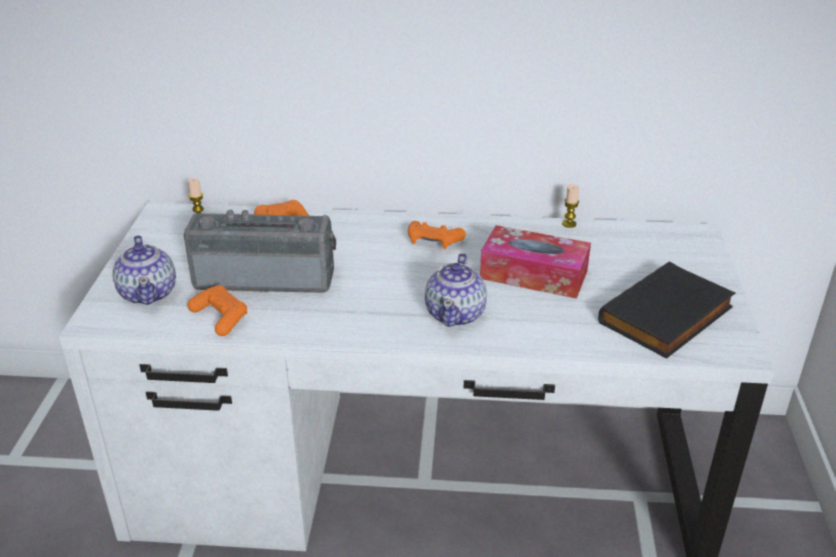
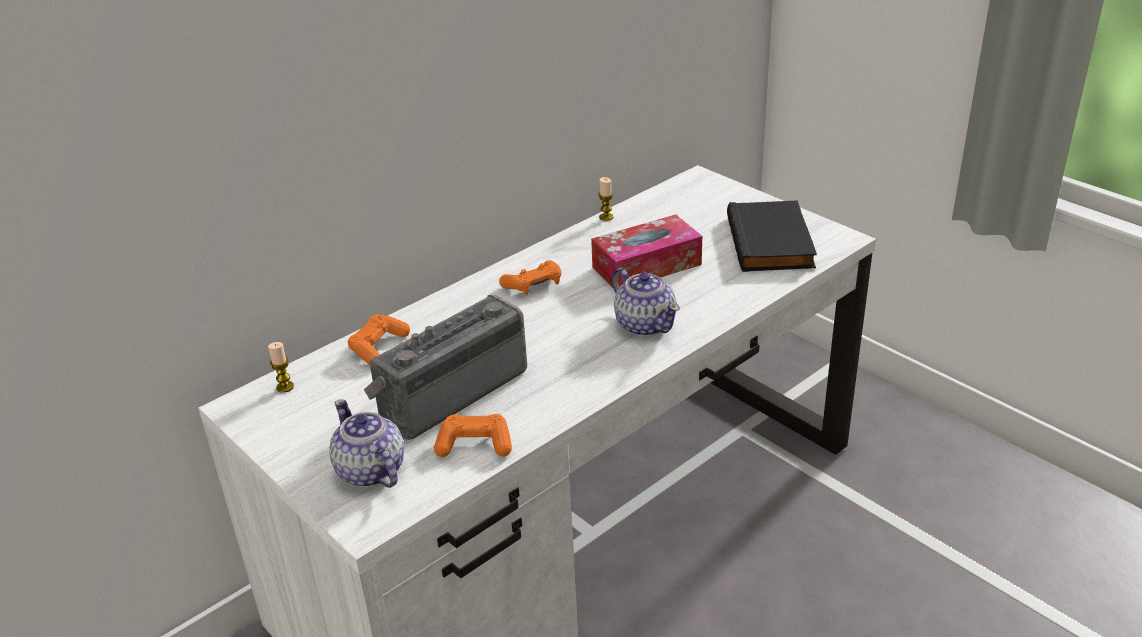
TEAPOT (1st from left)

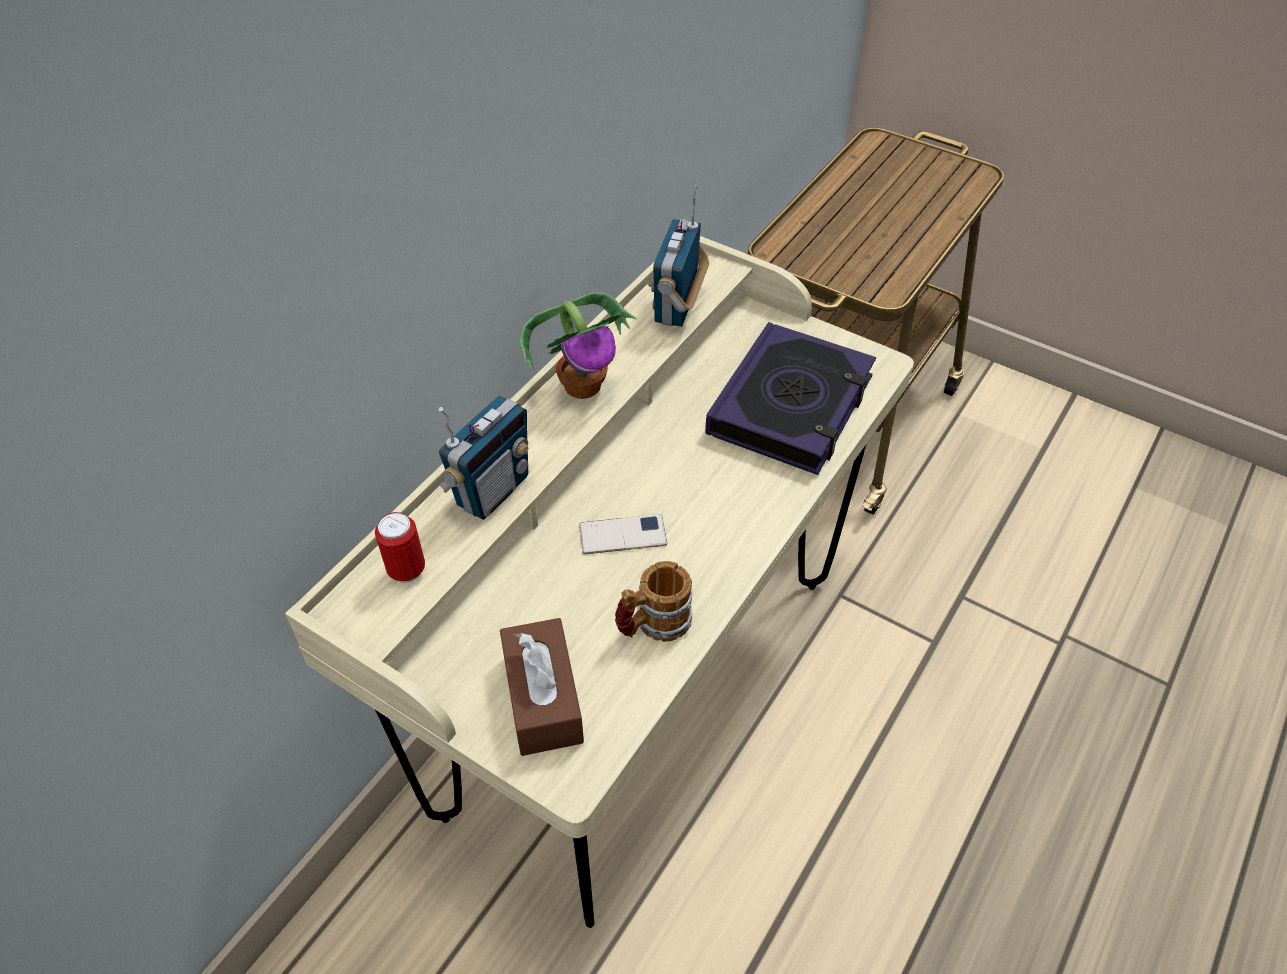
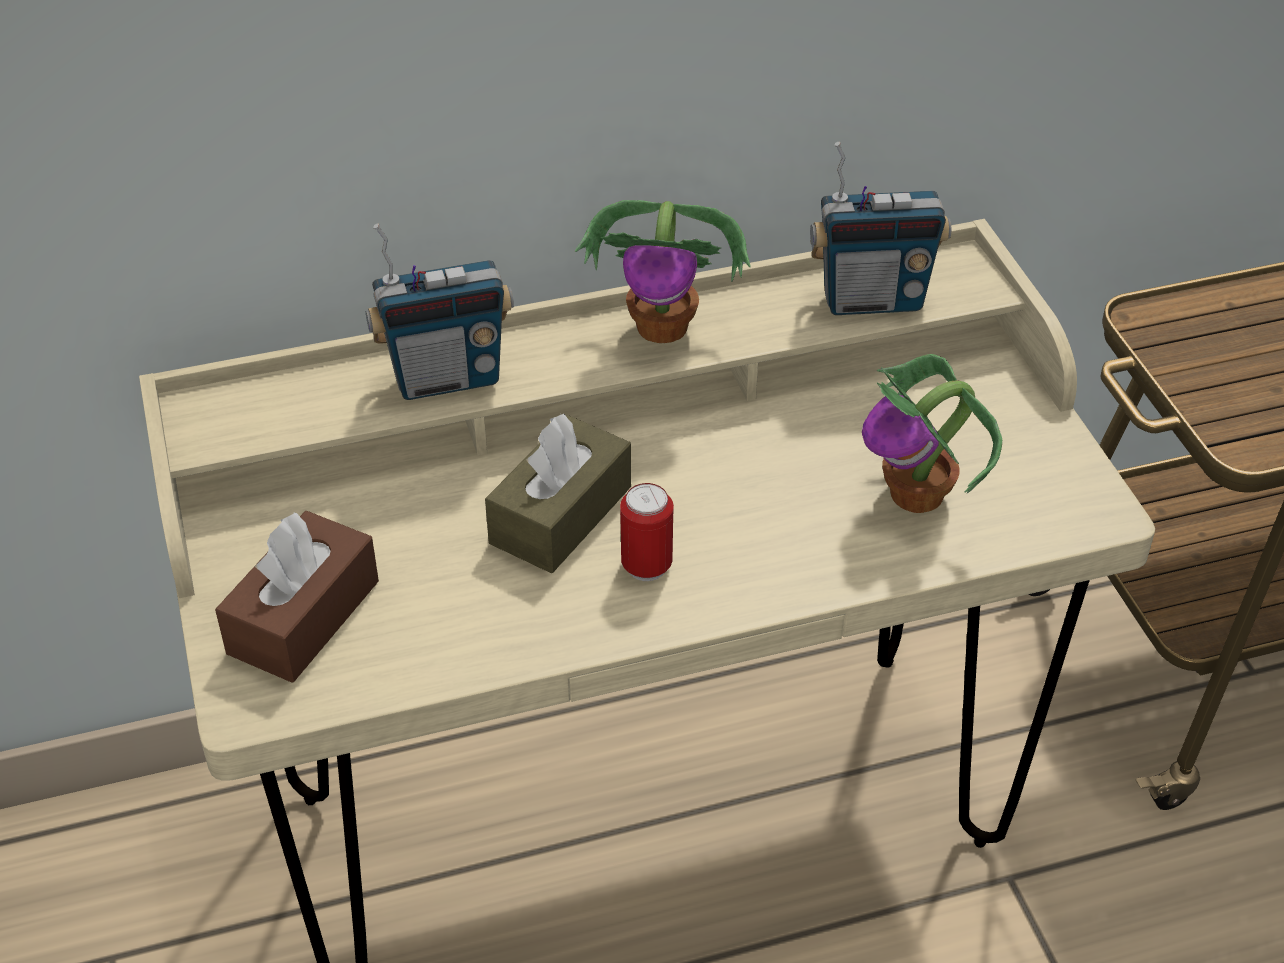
CAN; BROWN TISSUE BOX (2nd from left); MUG; RADIO (2nd from left); POTTED PLANT (2nd from left)

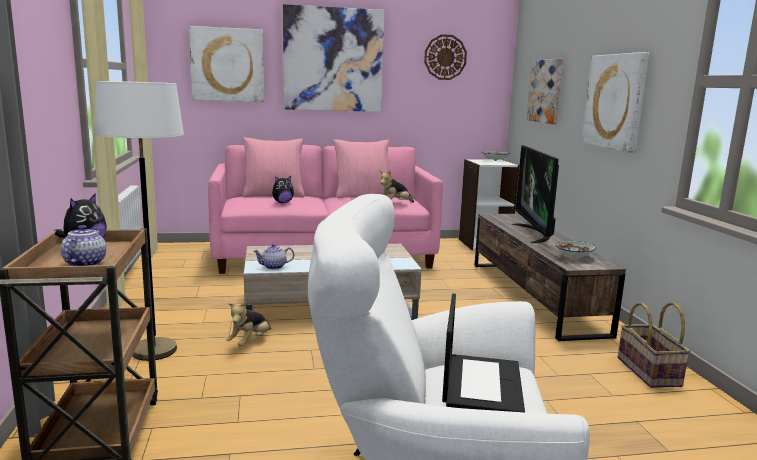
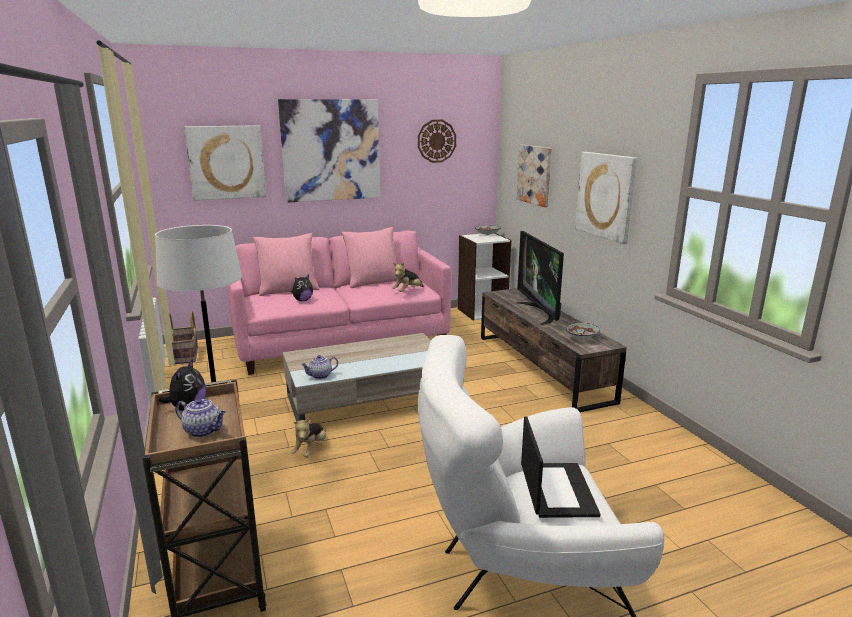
TEAPOT (1st from left); BASKET

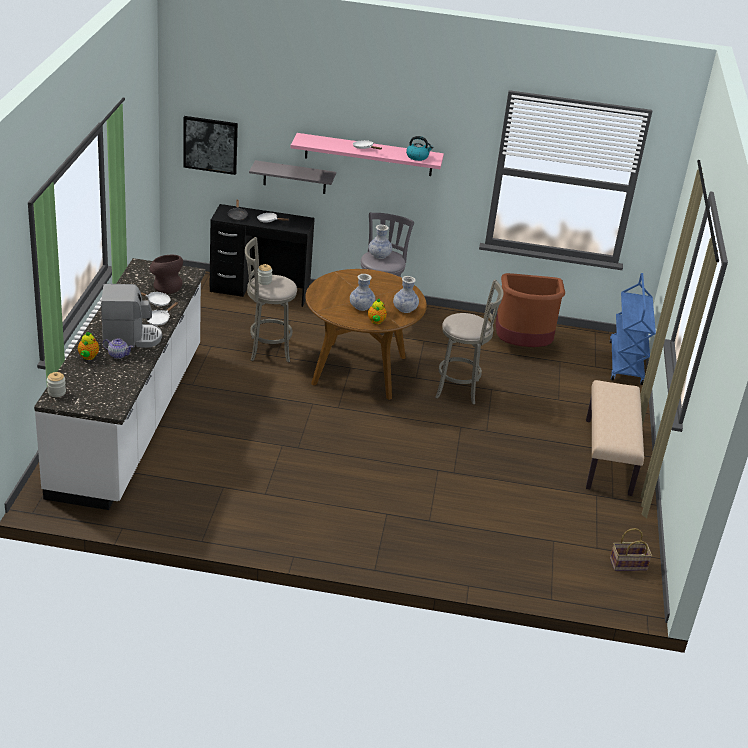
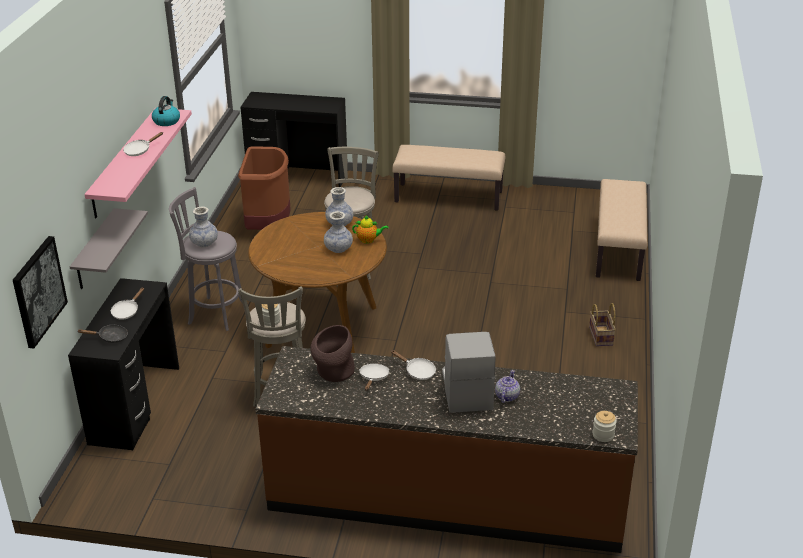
BROWN COUNTER; TEAPOT (1st from left in the first image); BLACK DESK (2nd from left); BASKET; BEIGE BENCH (2nd from left)

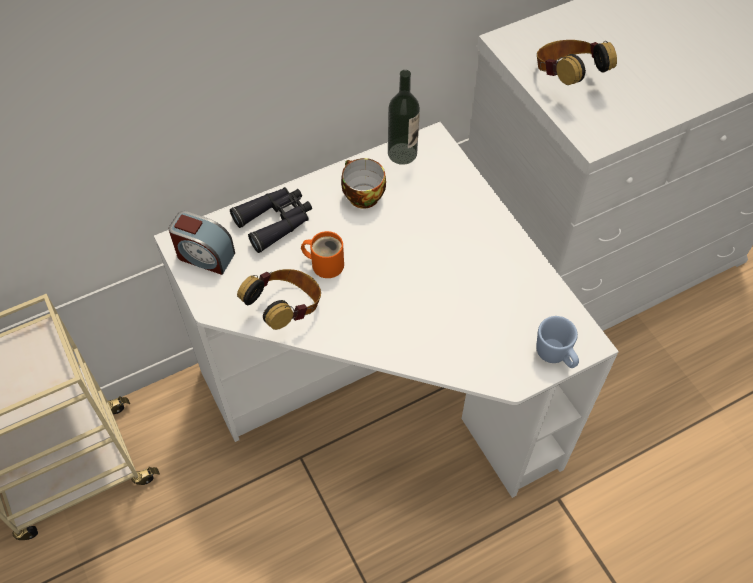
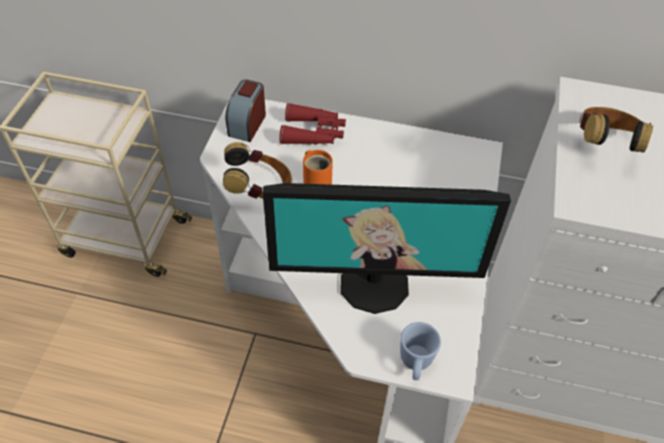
ALARM CLOCK; RED BINOCULARS; CUP; BOTTLE; MONITOR

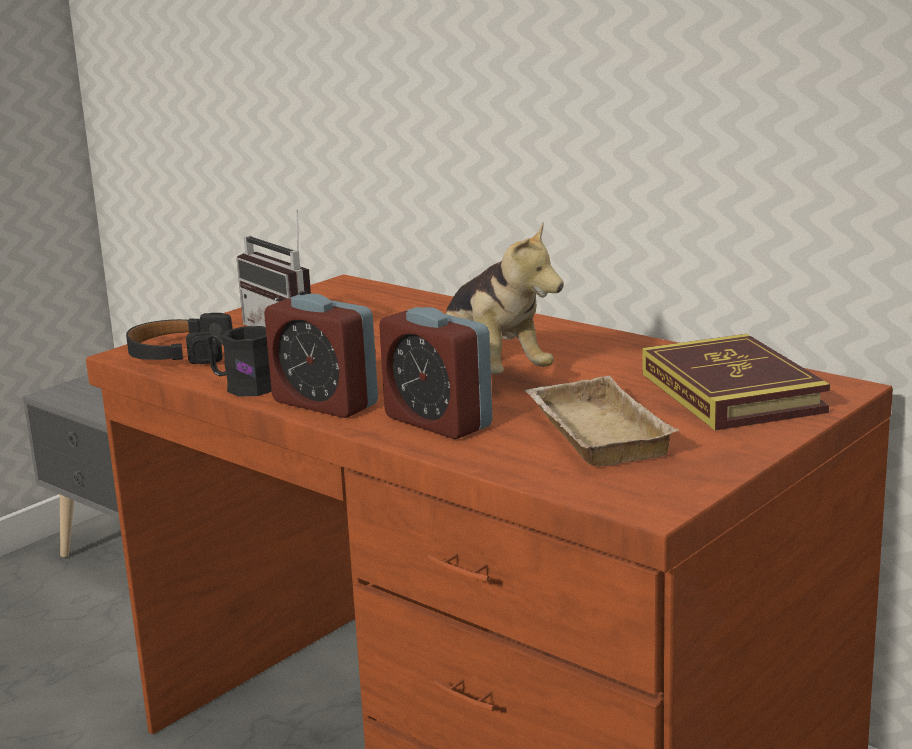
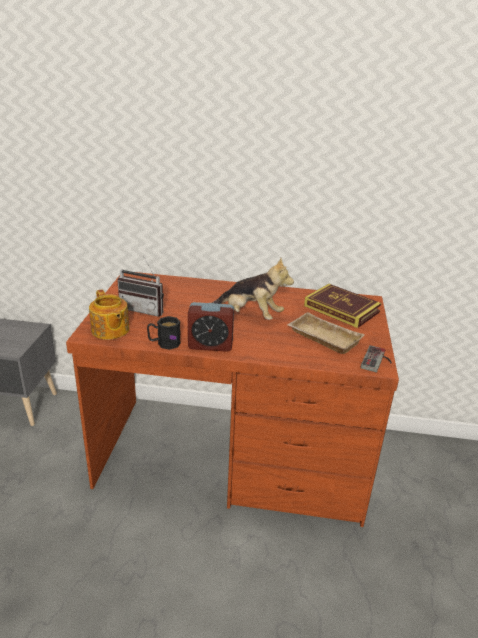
TEAPOT; ALARM CLOCK (2nd from left in the first image); GAME CONTROLLER

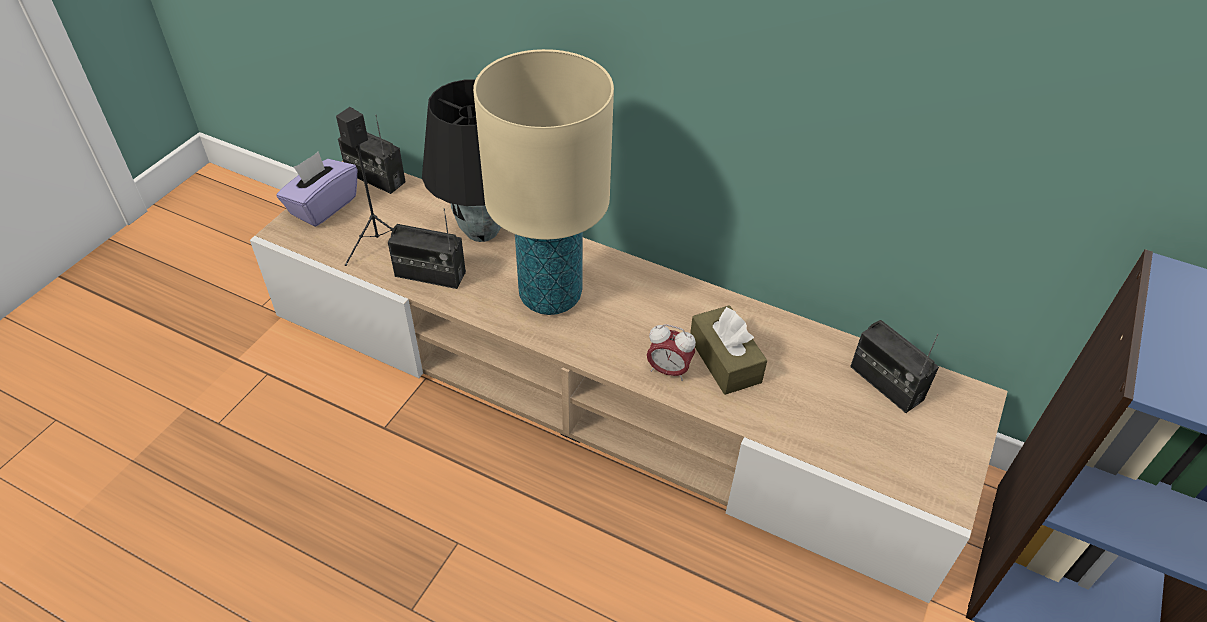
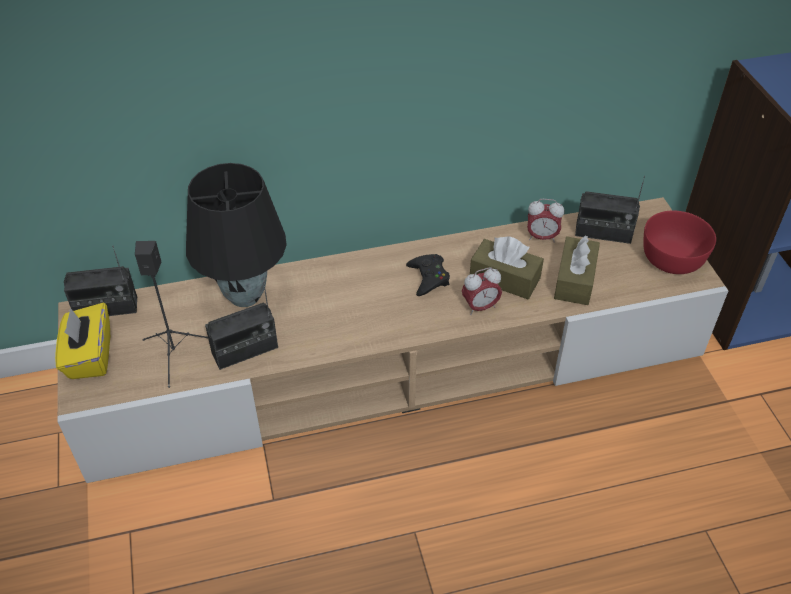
YELLOW TISSUE BOX; BEIGE TABLE LAMP; BLACK GAME CONTROLLER; ALARM CLOCK (2nd from left); BROWN TISSUE BOX (2nd from left); RED BOWL

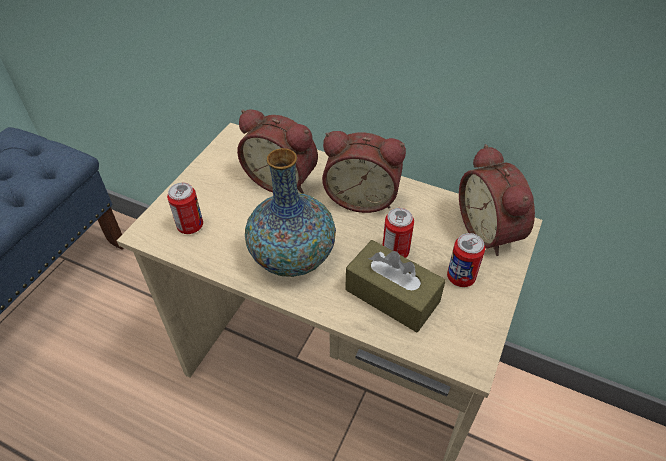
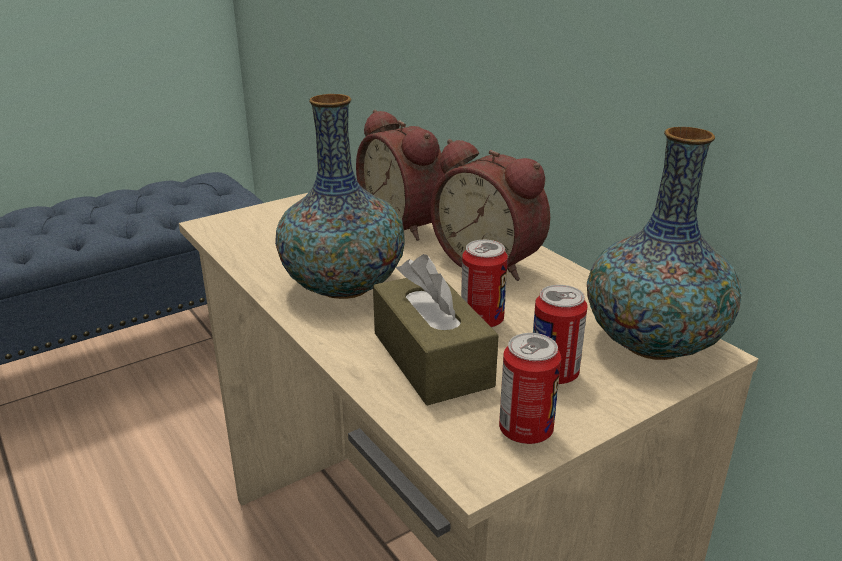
CAN (2nd from left); VASE (2nd from left)

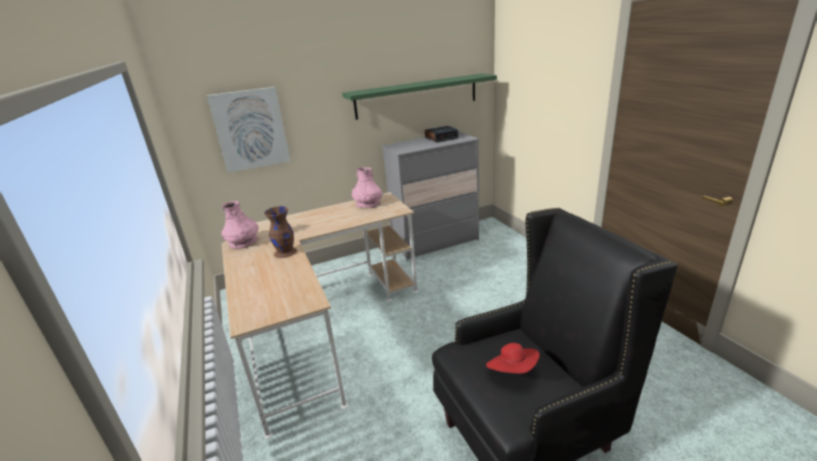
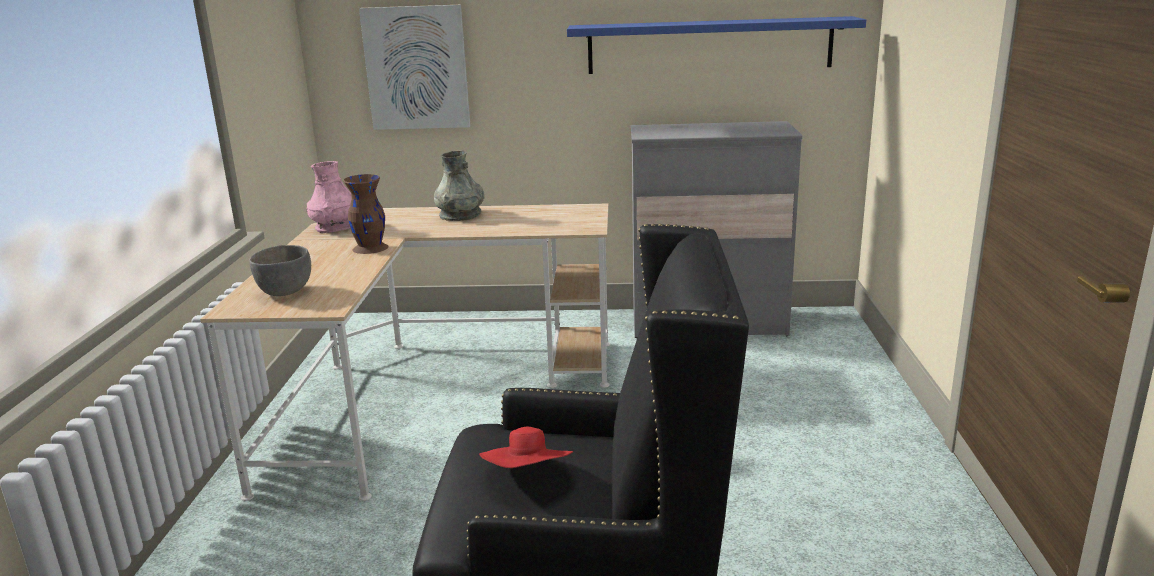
BLUE SHELF; PINK VASE (2nd from left in the first image); ALARM CLOCK; GREY BOWL; GREY VASE

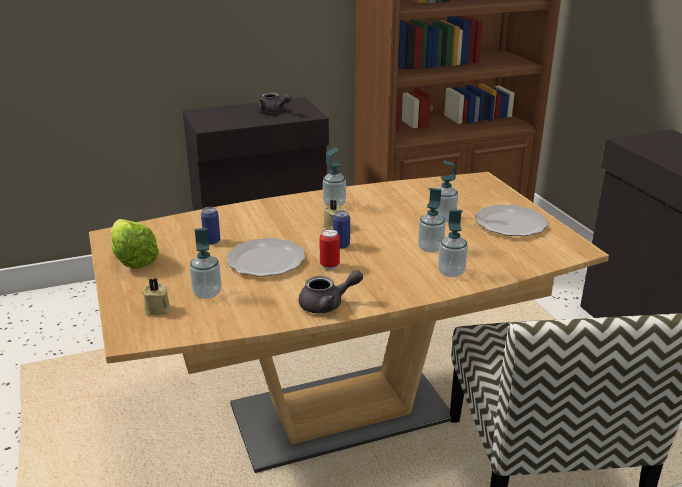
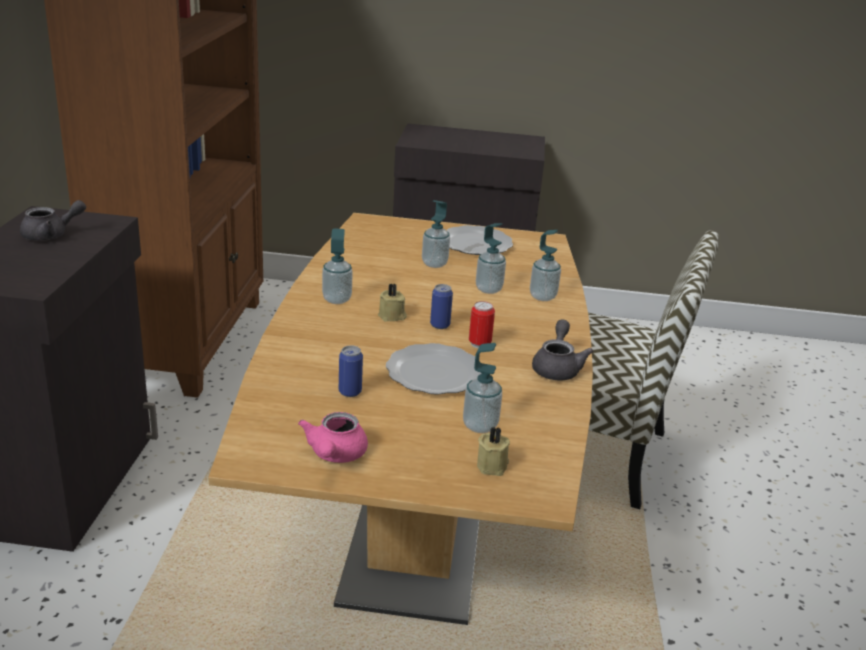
PINK TEAPOT

